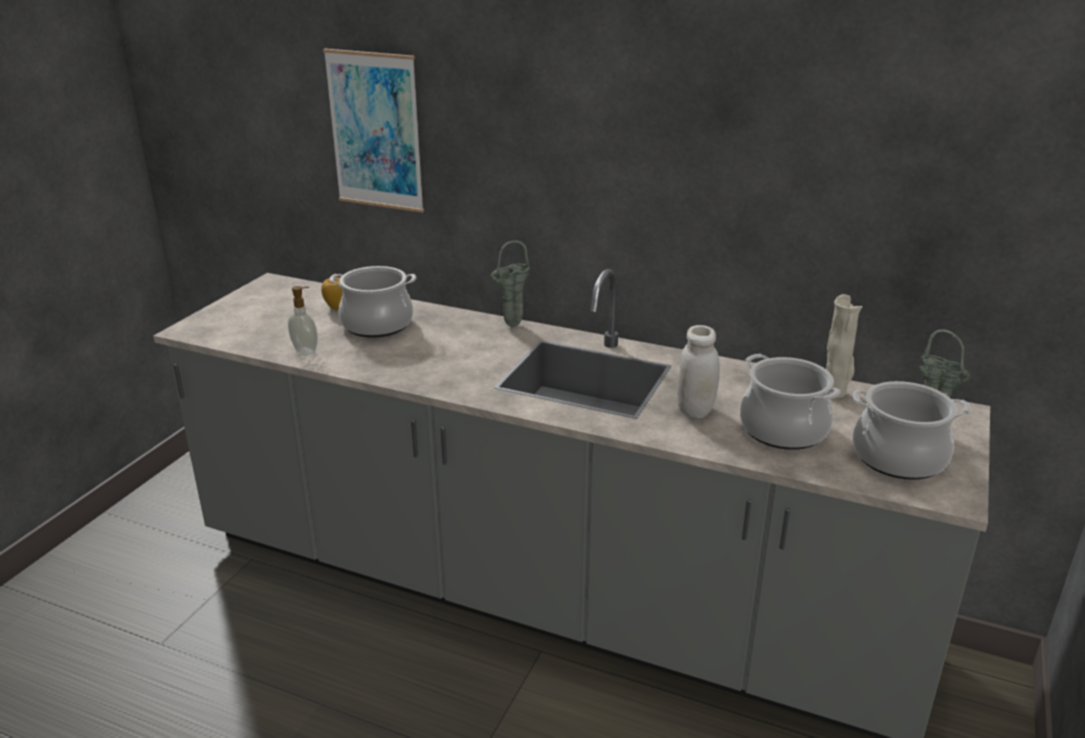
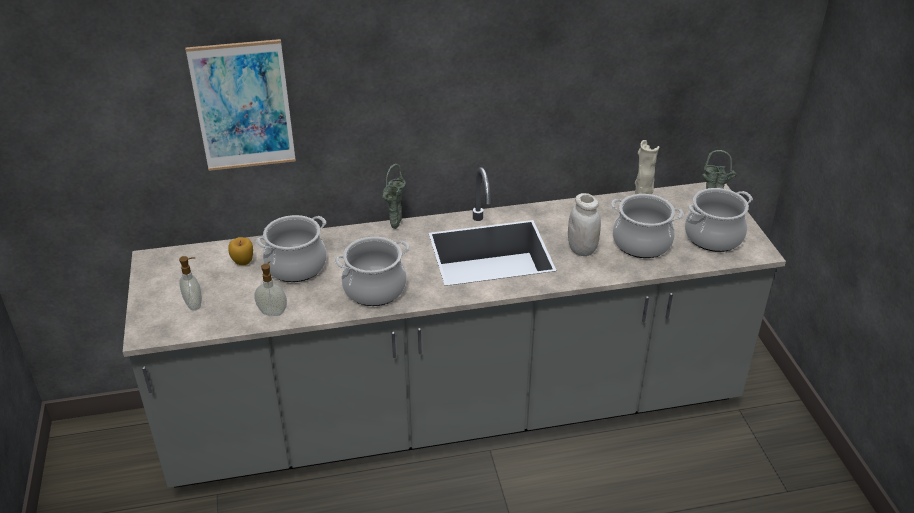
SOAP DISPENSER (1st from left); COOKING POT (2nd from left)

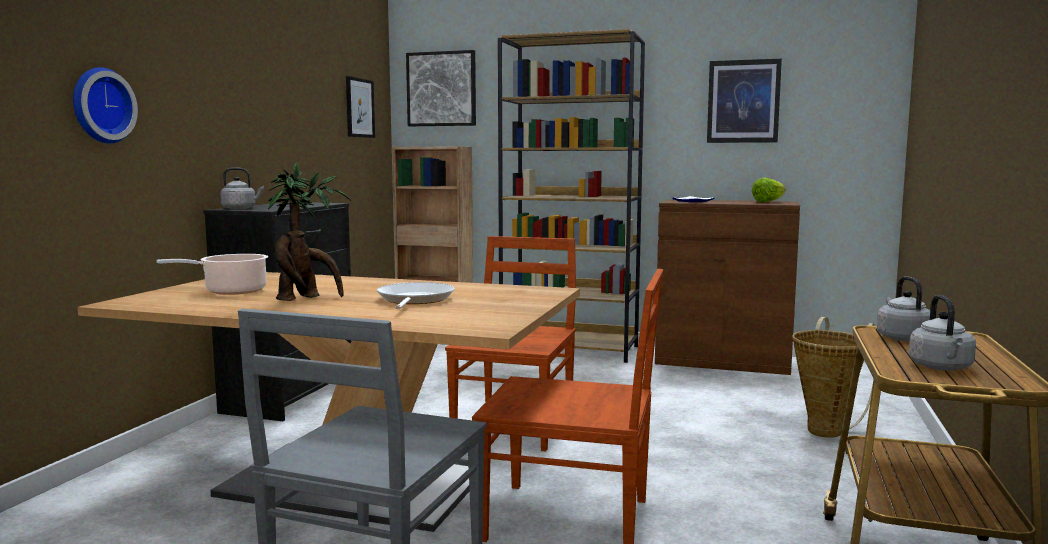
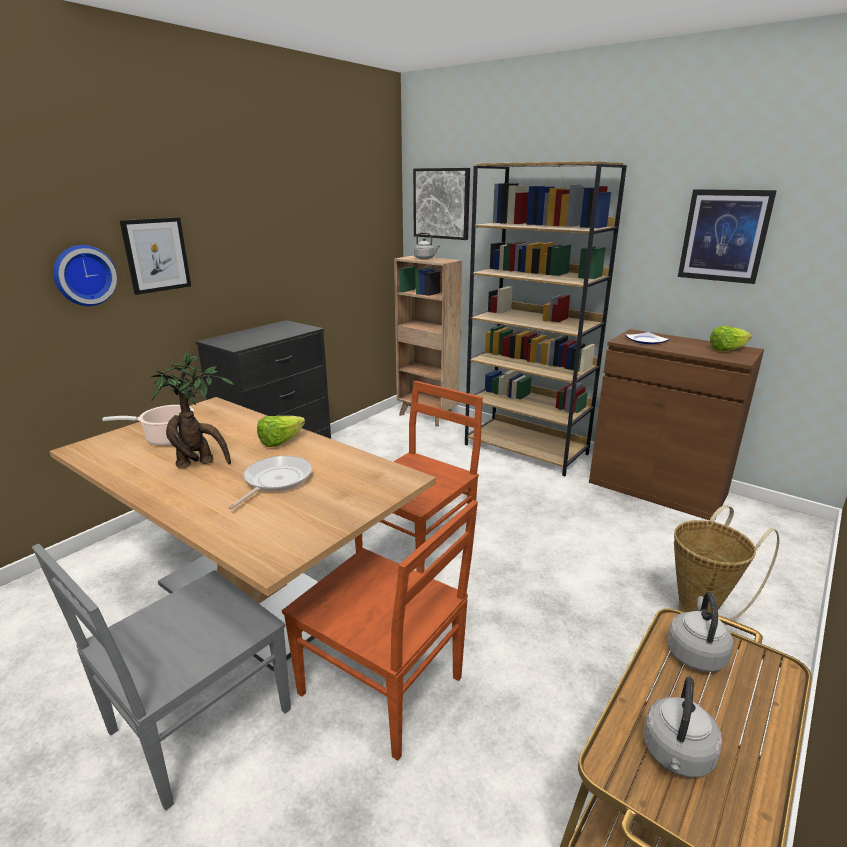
GREY KETTLE (1st from left); PICTURE (1st from left); LETTUCE (1st from left)

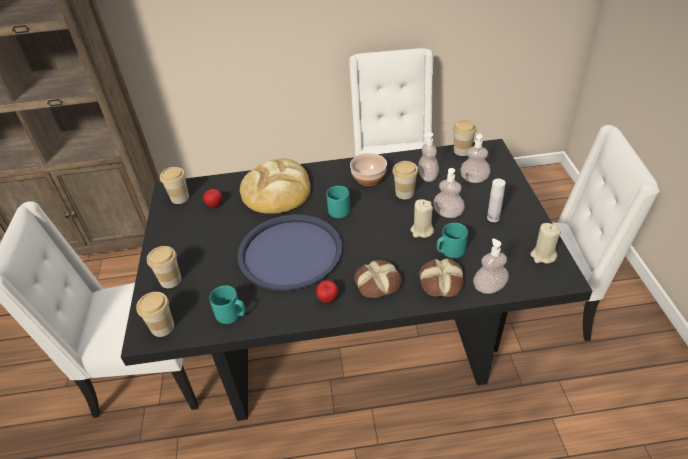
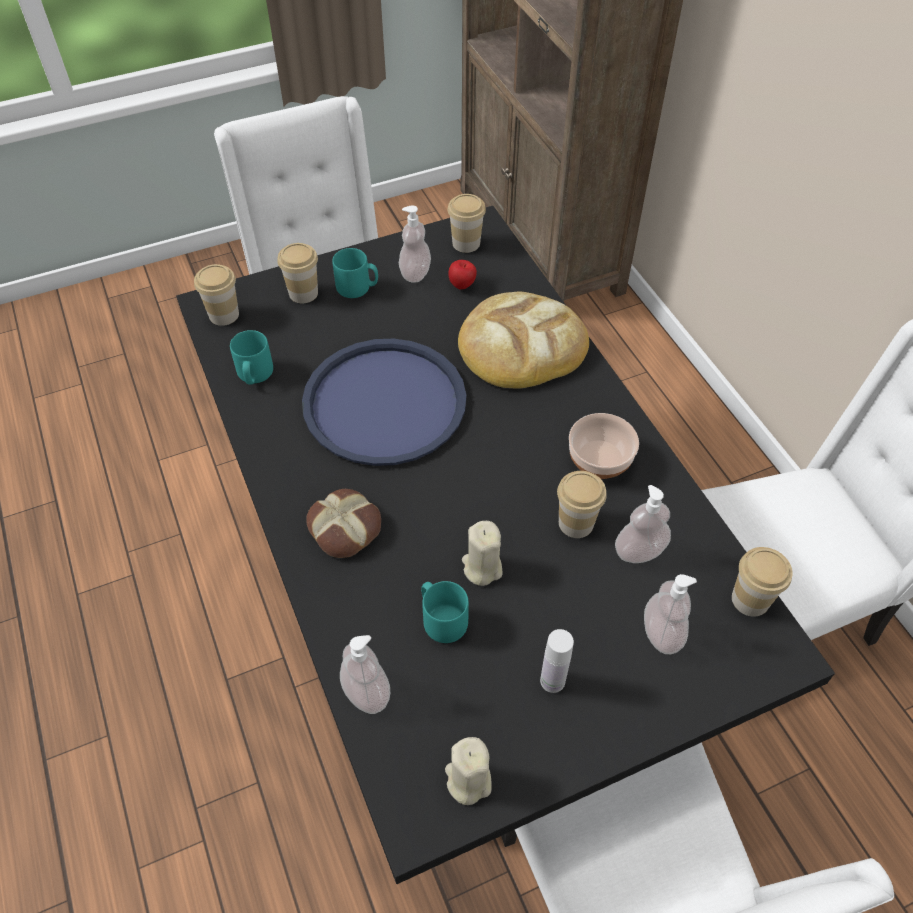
APPLE (2nd from left in the first image); TURQUOISE MUG (2nd from left); BREAD (3rd from left in the first image); SOAP DISPENSER (2nd from left)

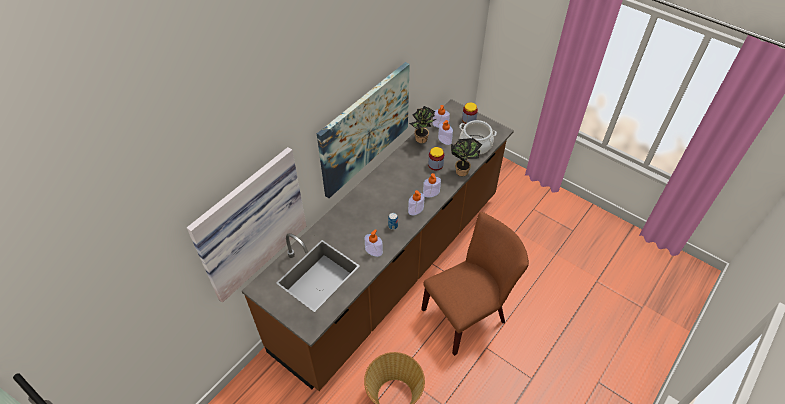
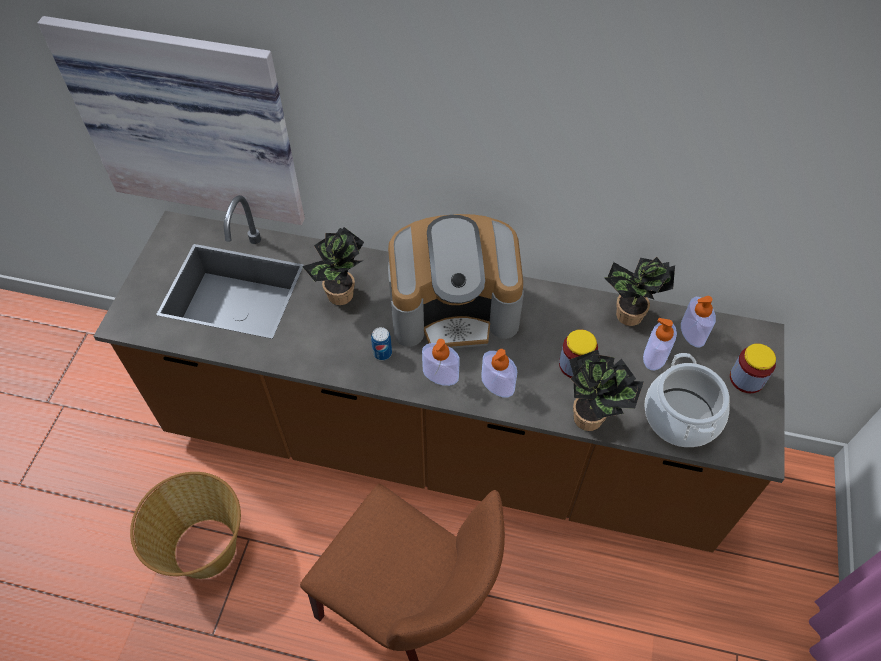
PICTURE (2nd from left in the first image); SOAP DISPENSER (1st from left in the first image); POTTED PLANT (1st from left); COFFEE MACHINE

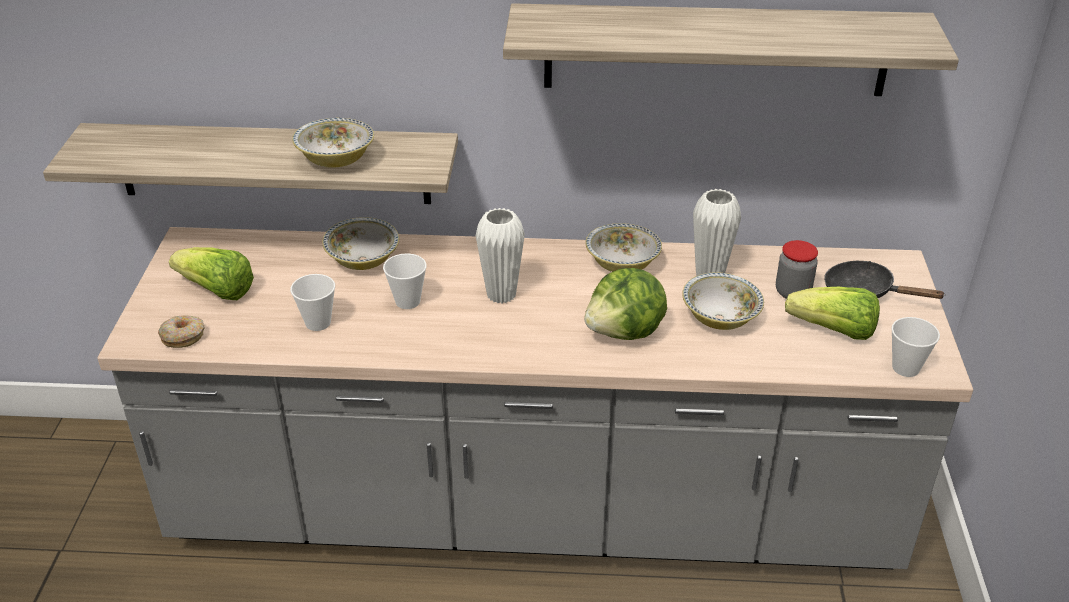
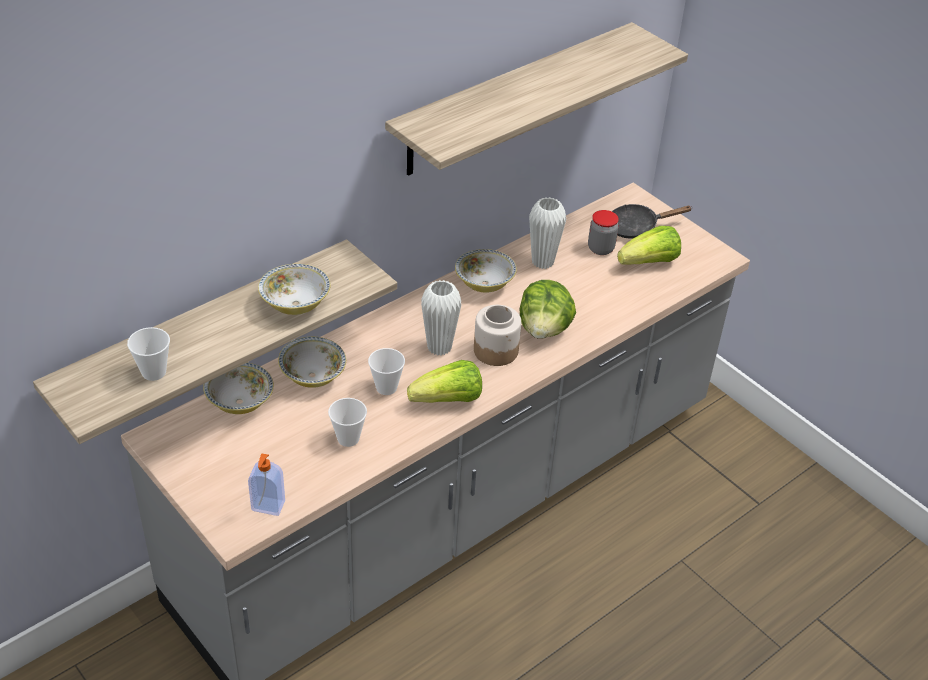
SOAP DISPENSER; LETTUCE (1st from left); BOWL (1st from left); CUP (1st from left); JAR (1st from left)

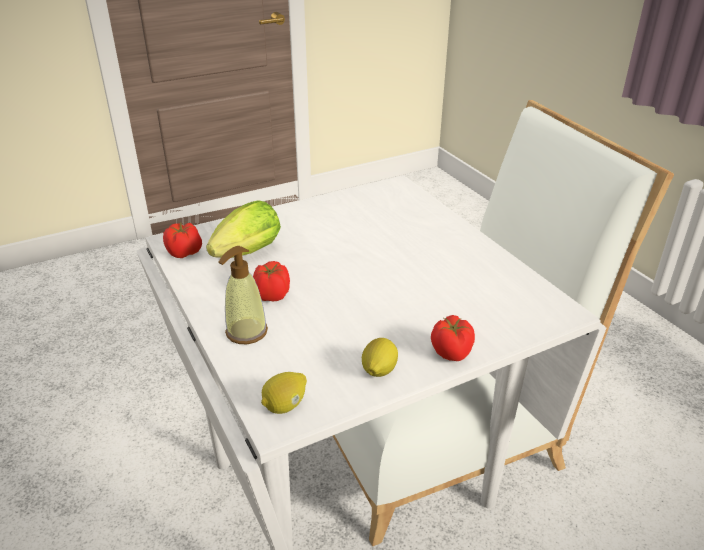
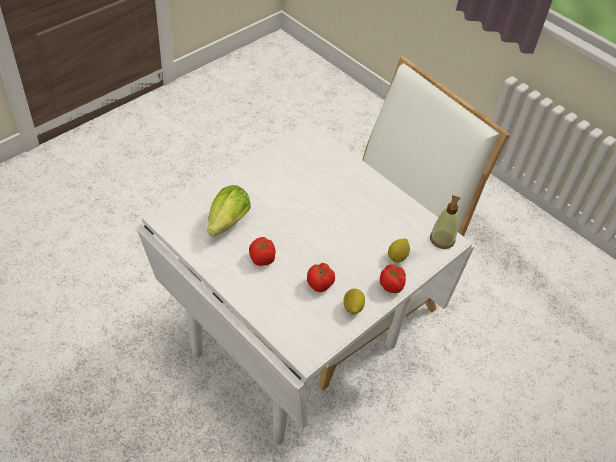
TOMATO (2nd from left); SOAP DISPENSER; LEMON (2nd from left)

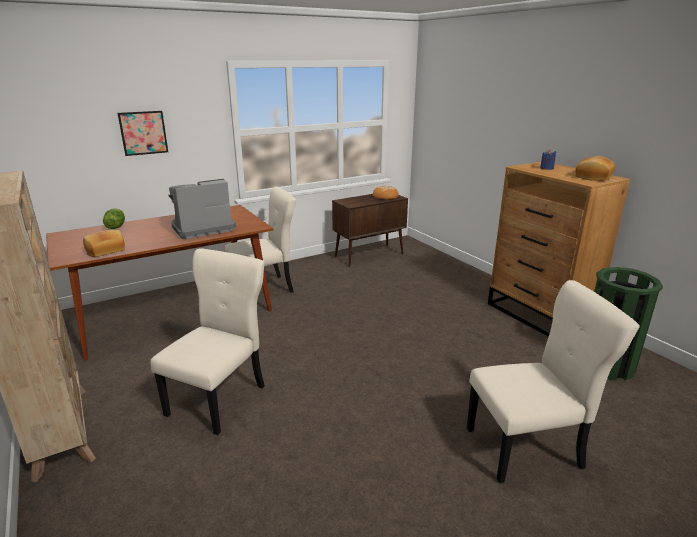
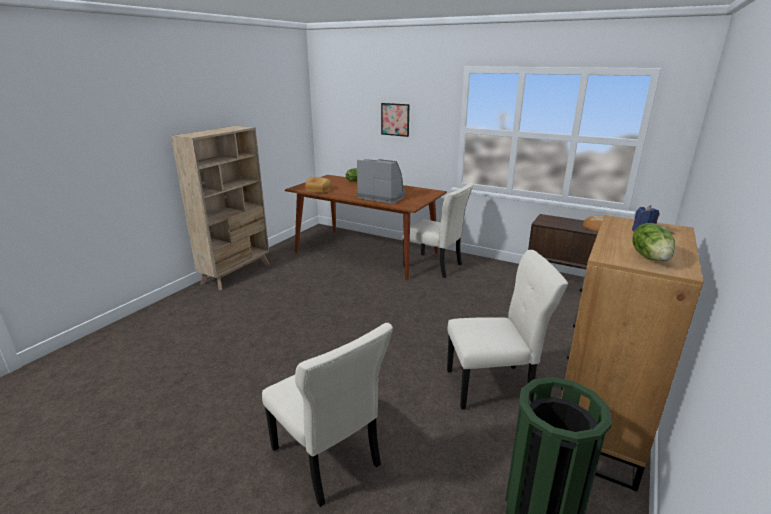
BEIGE CHAIR (3rd from left); LETTUCE (2nd from left)

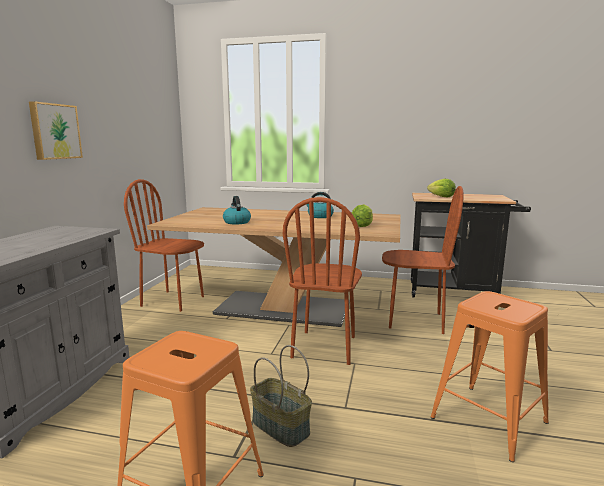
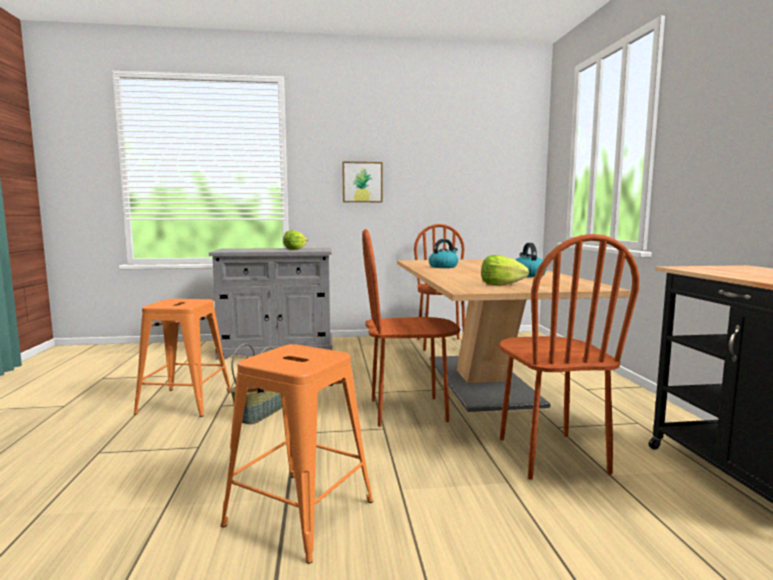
LETTUCE (1st from left)

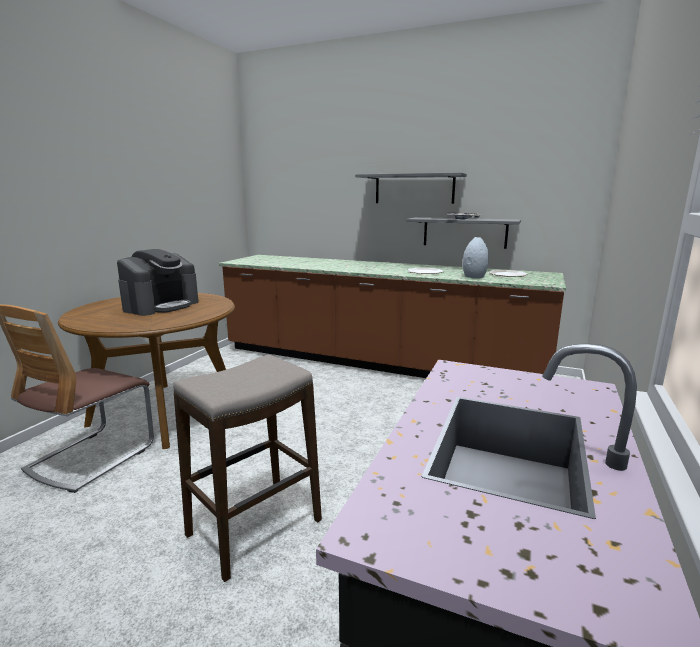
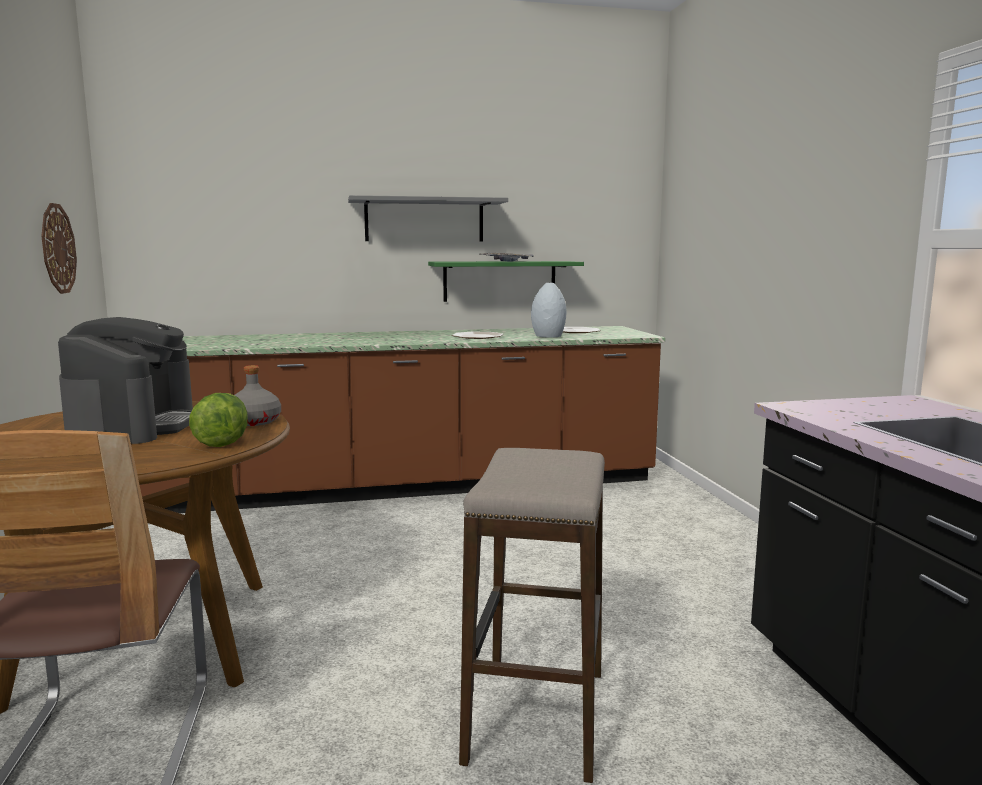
GREEN SHELF; WALL CLOCK; LETTUCE; GREY BOTTLE

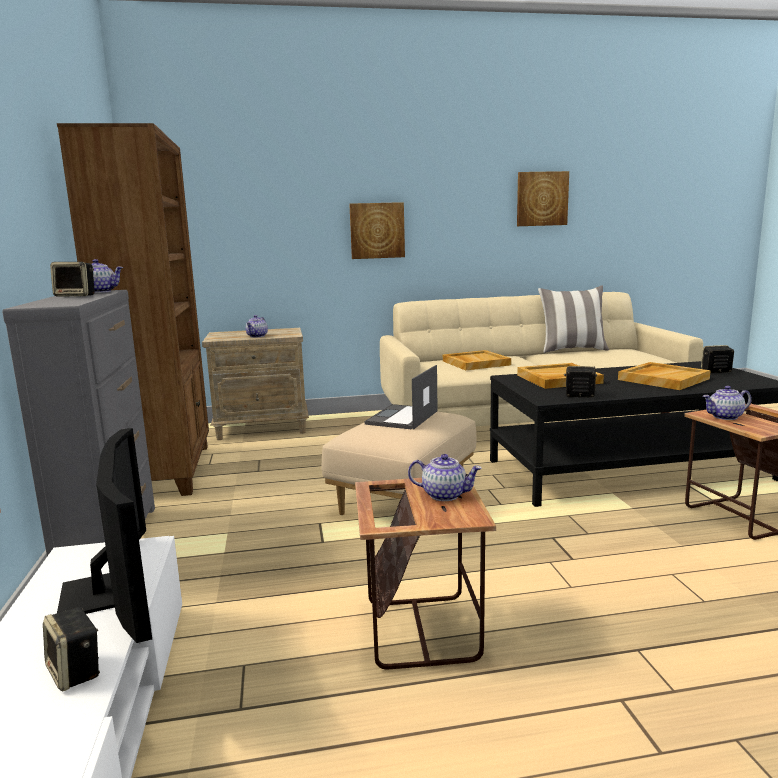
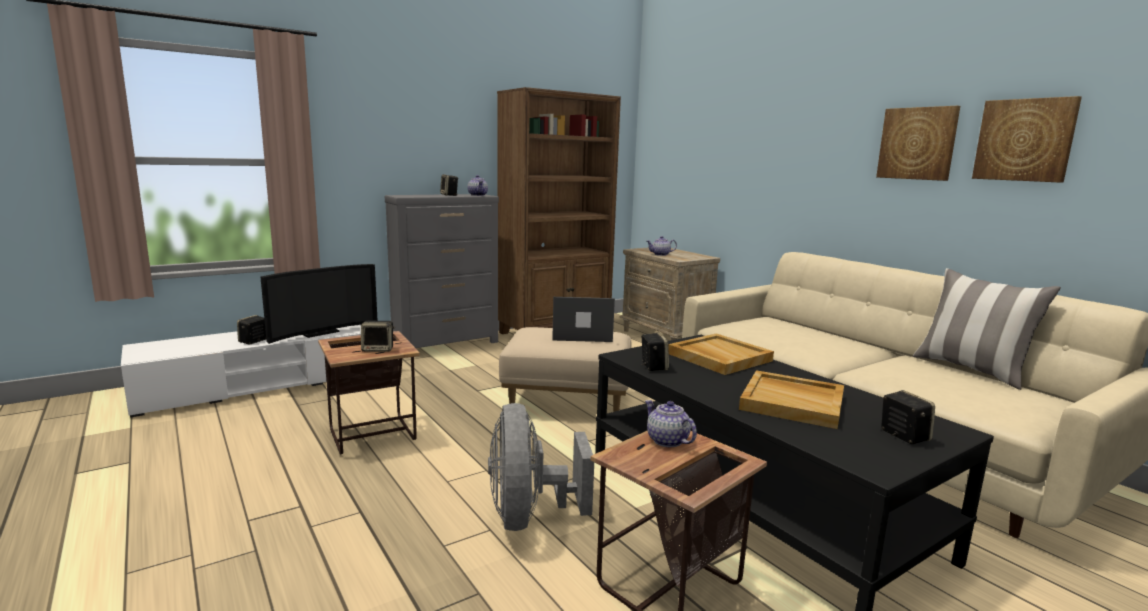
PICTURE (1st from left); SPEAKER (2nd from left); BEIGE TRAY (1st from left in the first image); GREY FAN

